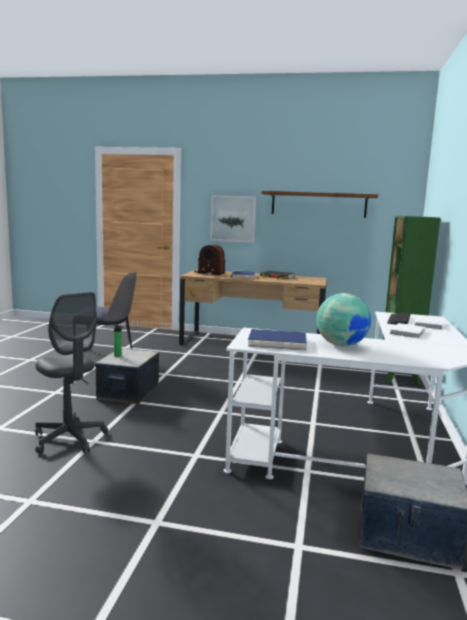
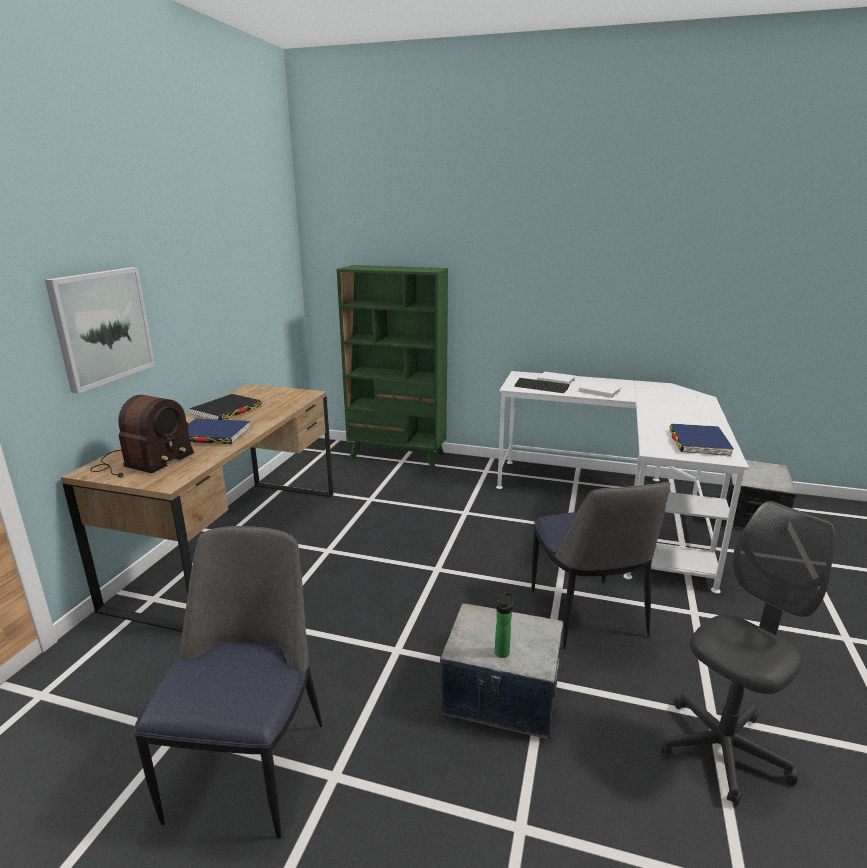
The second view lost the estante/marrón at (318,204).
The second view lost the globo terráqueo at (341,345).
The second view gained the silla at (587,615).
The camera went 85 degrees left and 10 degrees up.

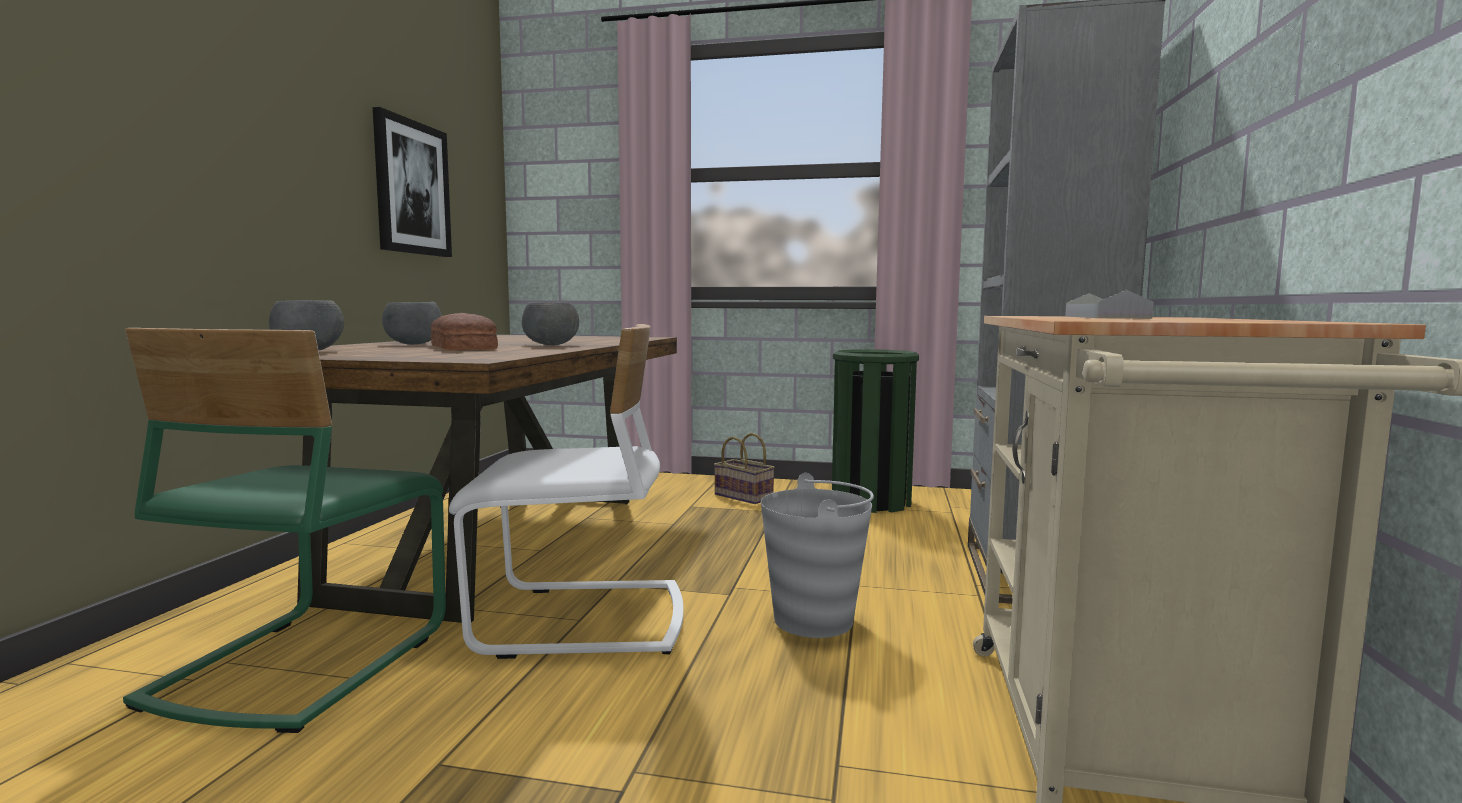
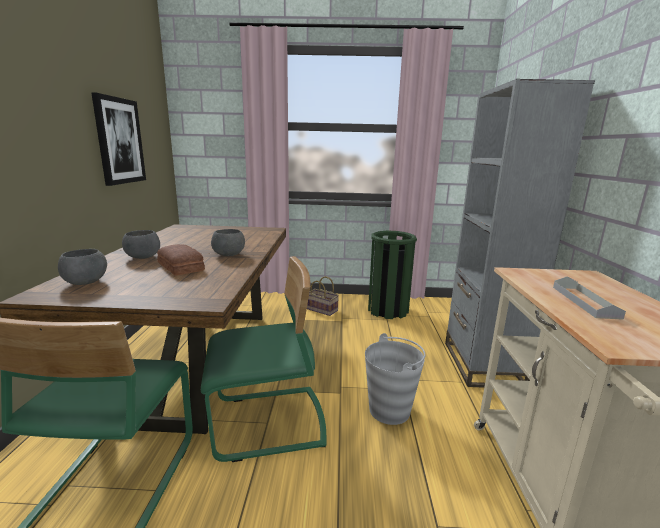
What was the silla/blanco at (581,620) turned into the silla/verde at (268,423).
The camera went 10 degrees left and 10 degrees up.

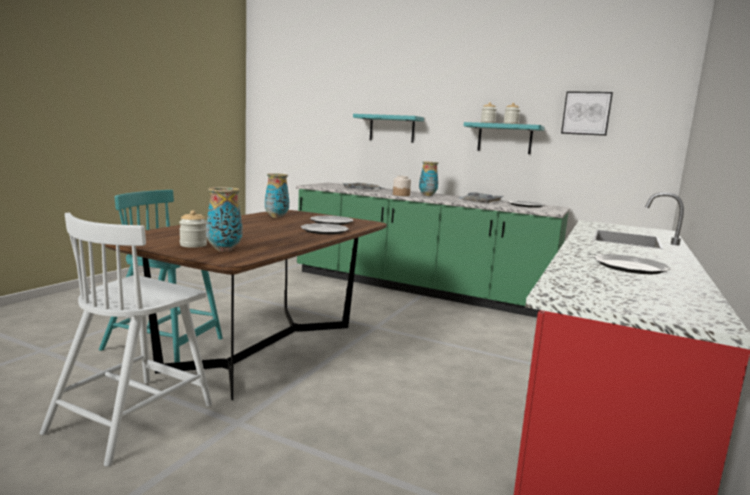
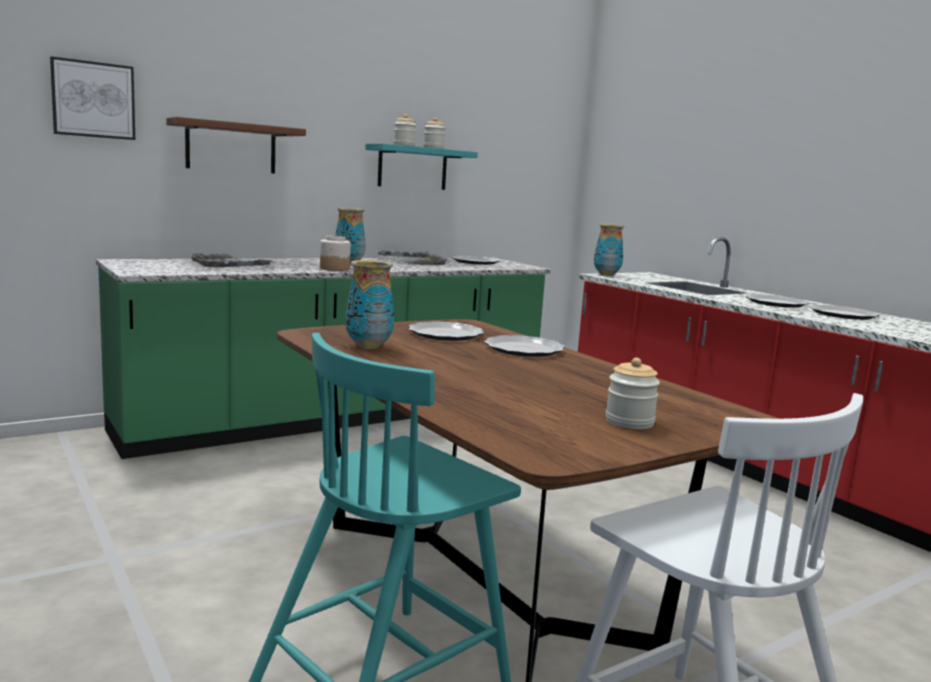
The florero ended up elsewhere, having gone from (224,250) to (606,275).
What was the estante/turquesa at (392,128) turned into the estante/marrón at (231,147).
The cuadro ended up elsewhere, having gone from (586,113) to (93,100).
The second view gained the plato at (775,303).
The camera went 60 degrees left and 0 degrees up.

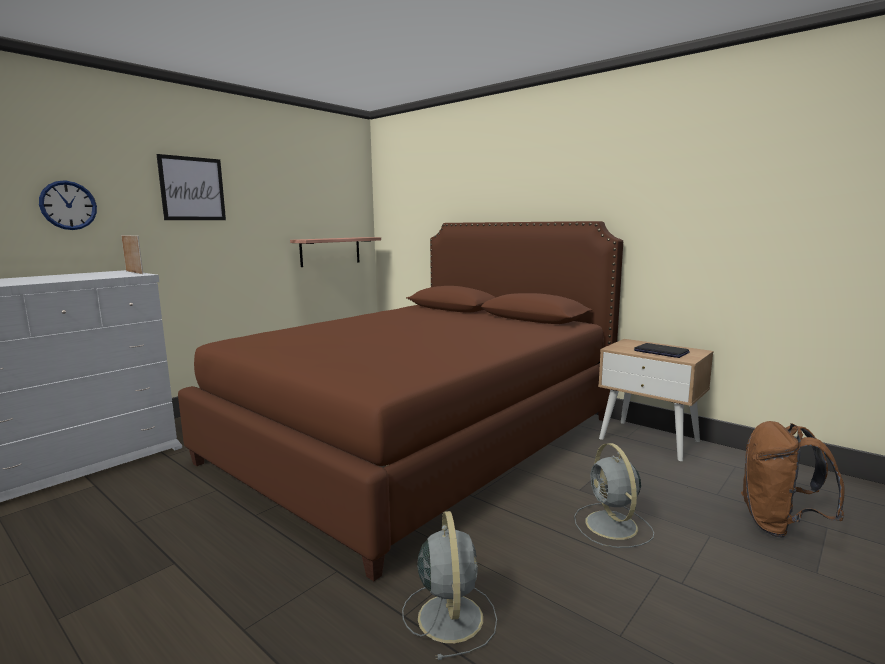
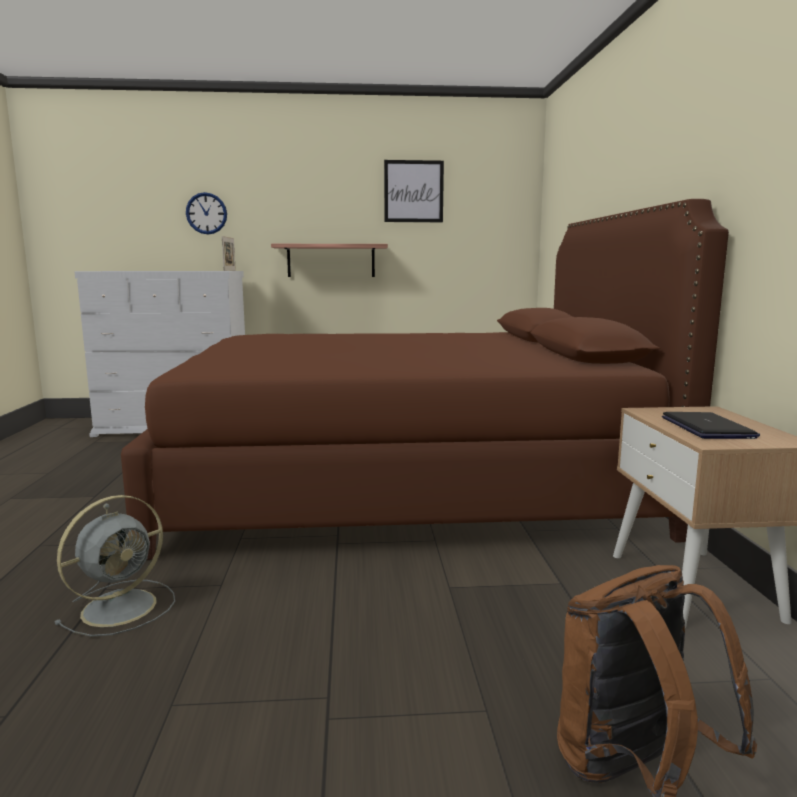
The cuadro ended up elsewhere, having gone from (192,189) to (413,191).
The estante ended up elsewhere, having gone from (330,251) to (331,261).
The second view lost the ventilador/gris at (612,526).
The camera went 45 degrees right and 0 degrees up.

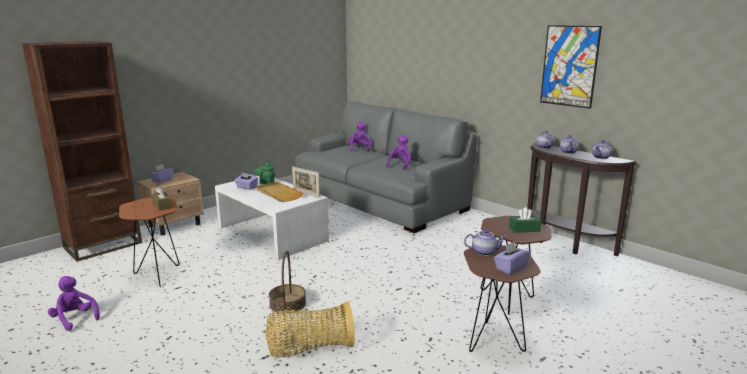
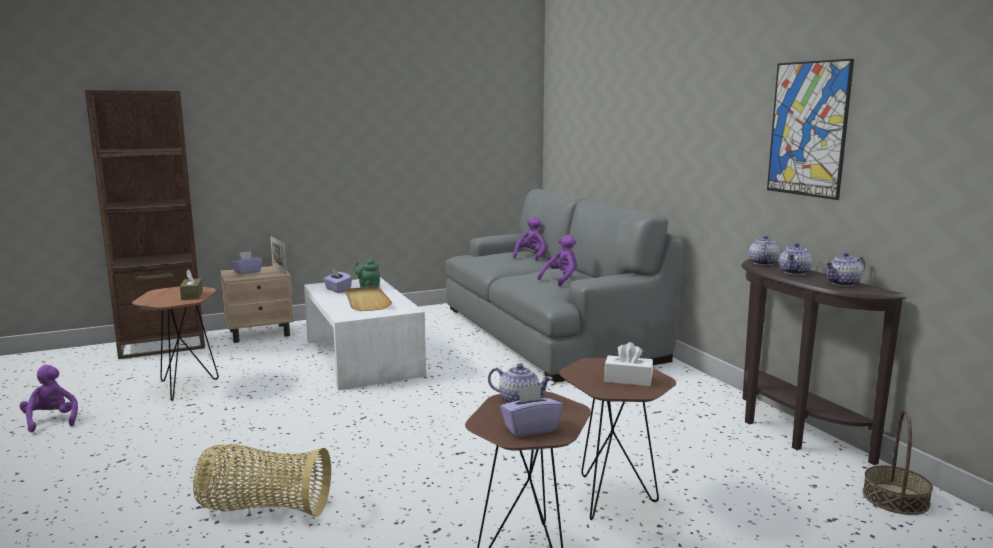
The cesta ended up elsewhere, having gone from (287,304) to (895,498).
The portarretratos ended up elsewhere, having gone from (306,194) to (279,270).
What was the caja de pañuelos/verde at (524,229) turned into the caja de pañuelos/blanco at (628,379).
The camera went 20 degrees right and 5 degrees down.

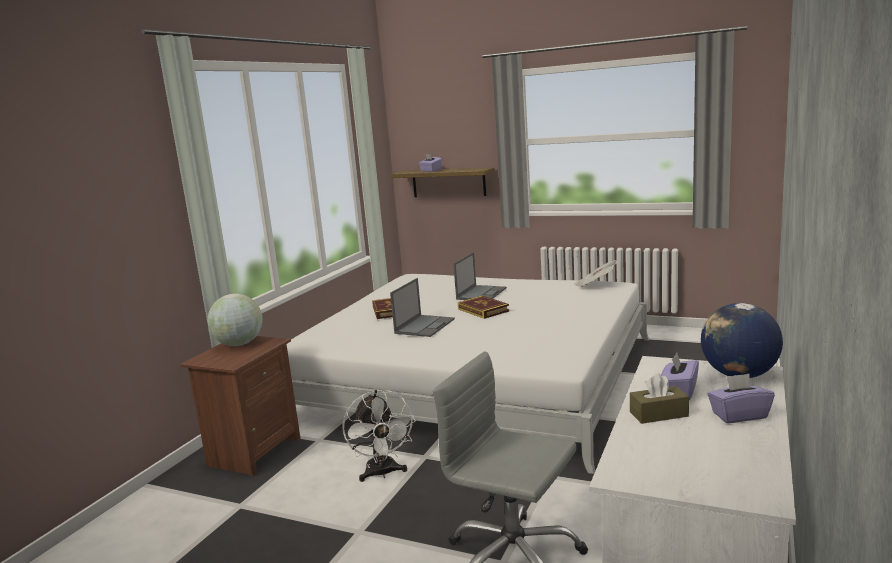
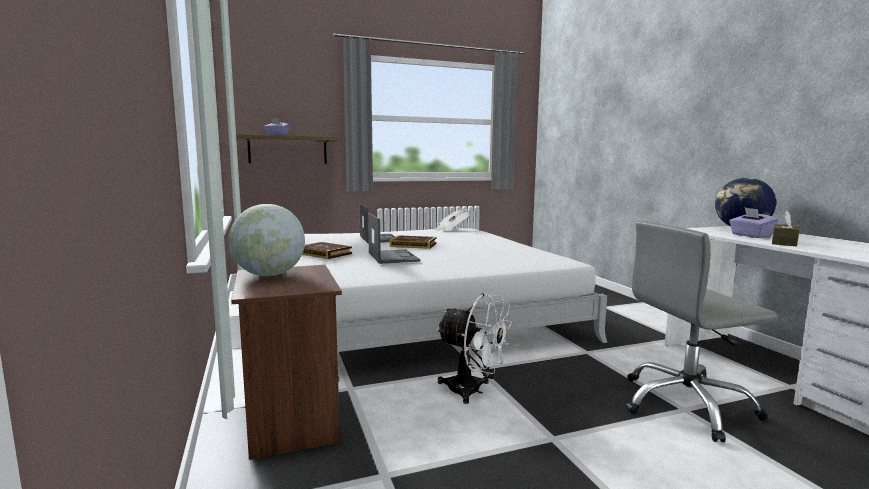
The second view lost the caja de pañuelos/morado at (739,415).
The camera went 45 degrees left and 5 degrees down.

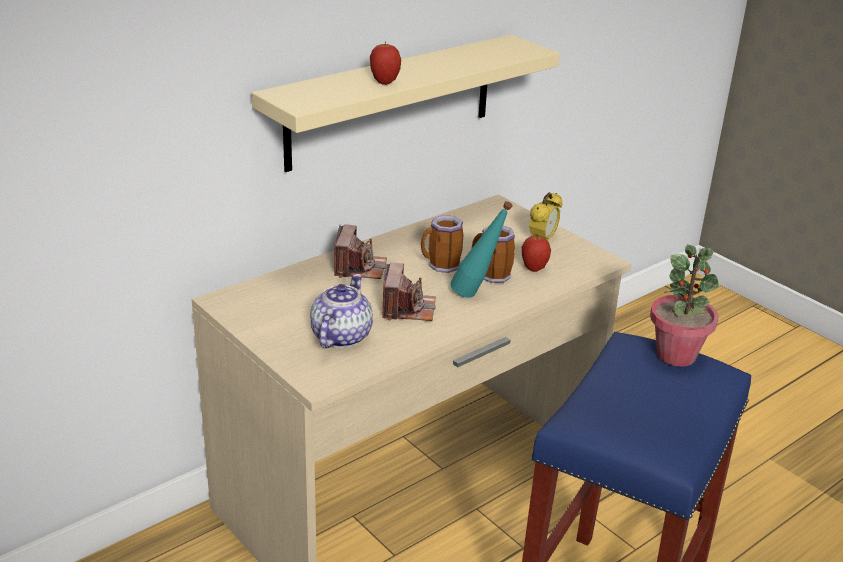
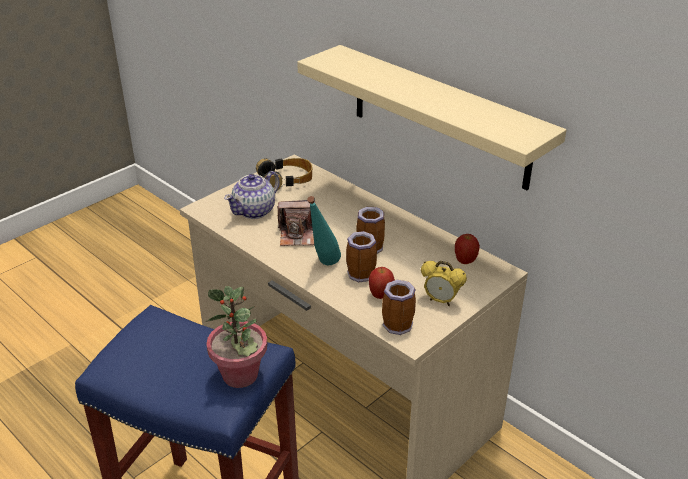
The tetera at (340,337) ended up facing another way, 120 degrees clockwise from before.
The second view lost the cámara at (359,268).
The manzana ended up elsewhere, having gone from (384,82) to (465,261).
The second view gained the auriculares at (286,179).
The second view gained the taza grande at (395,323).
The camera went 85 degrees right and 5 degrees up.

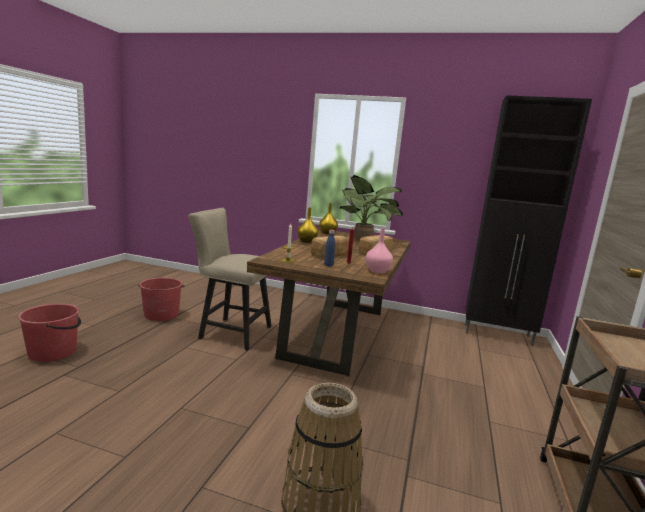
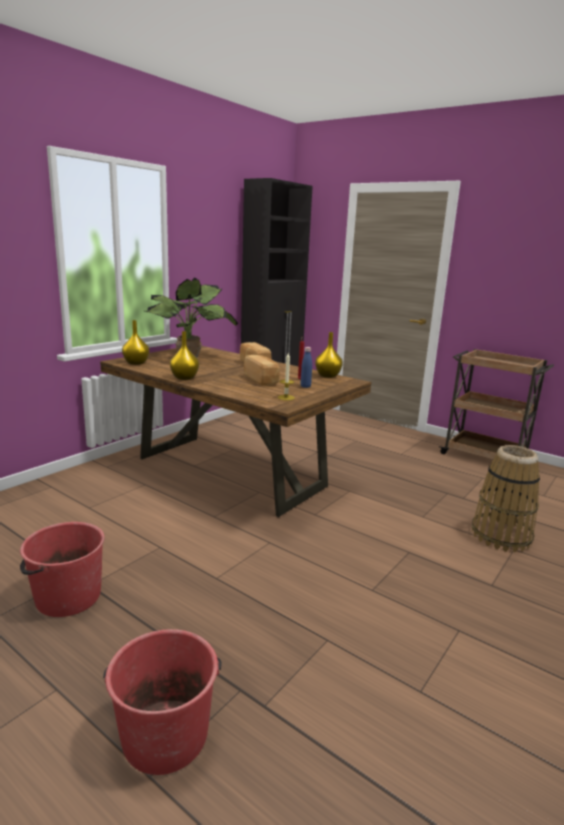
The second view lost the silla/beis at (230,332).
What was the florero/rosa at (377,271) turned into the florero/amarillo at (327,376).
The camera went 70 degrees left and 5 degrees up.

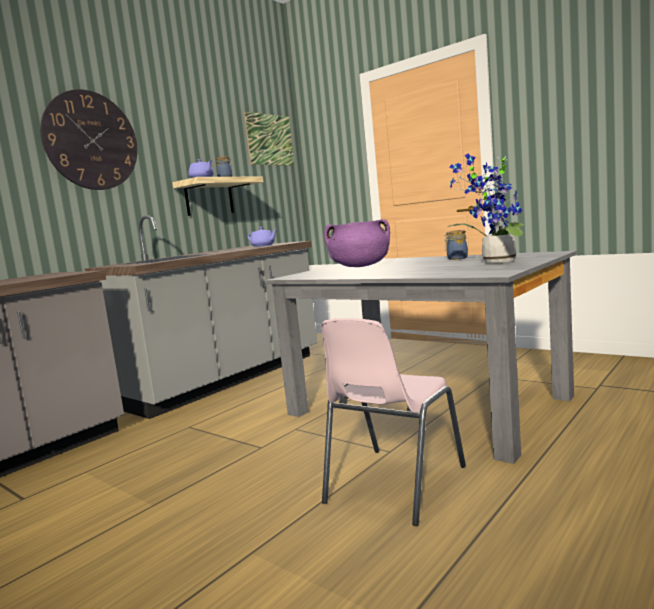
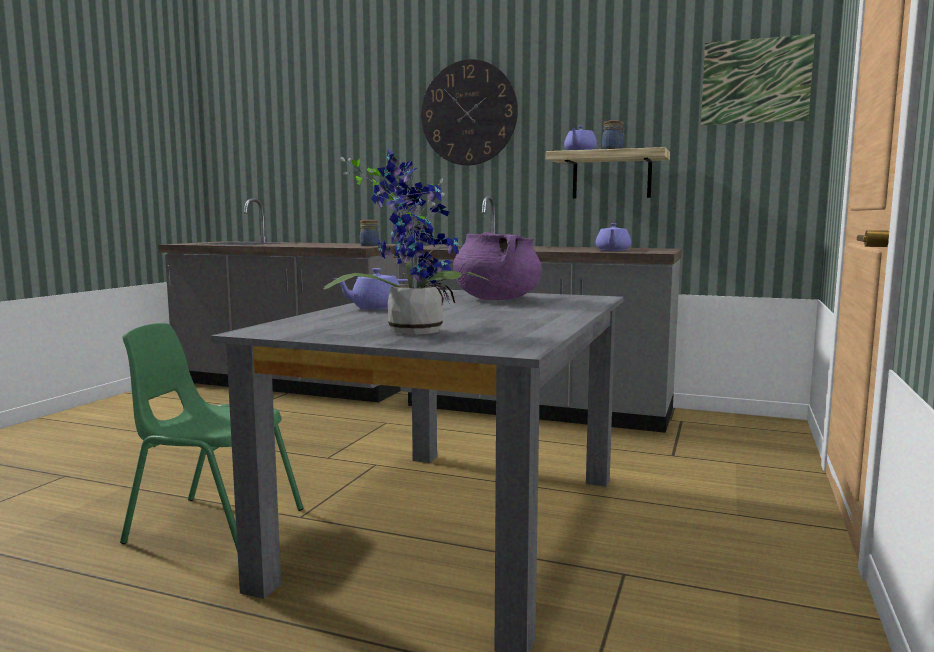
What was the silla/rosa at (393,485) turned into the silla/verde at (213,526).
The tarro ended up elsewhere, having gone from (456,258) to (369,245).
The second view gained the tetera/morado at (375,308).
The camera went 70 degrees right and 0 degrees up.

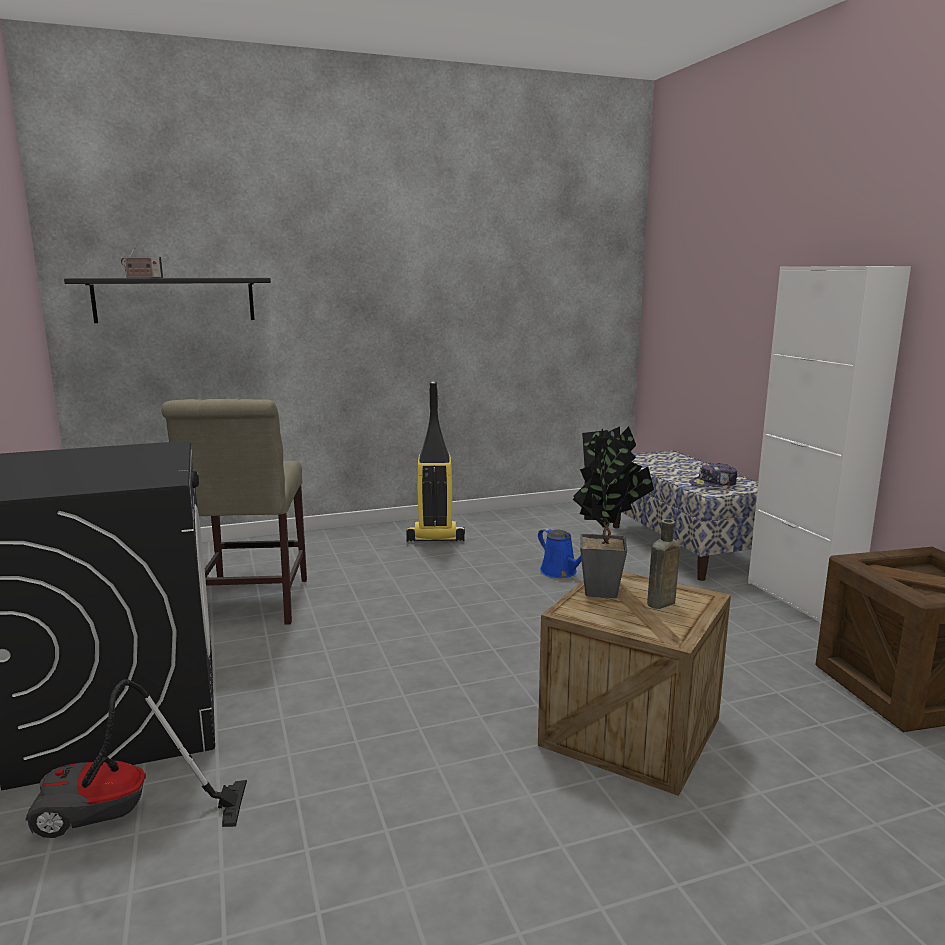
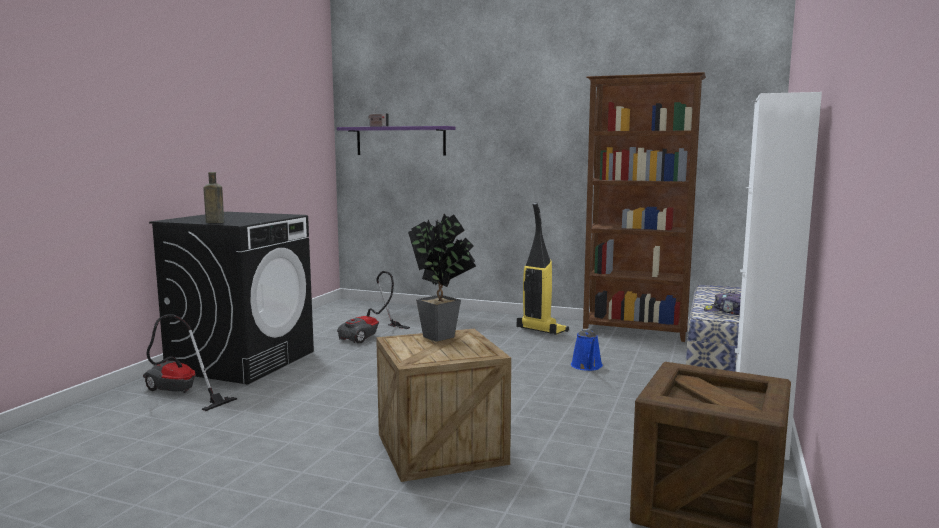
What was the estante/negro at (174,299) turned into the estante/morado at (400,141).
Where the silla/beis stood at (250,605), the aspiradora came to stand at (371,336).
The botella/marrón ended up elsewhere, having gone from (659,604) to (213,222).
The second view gained the estantería/marrón at (635,332).
The camera went 40 degrees right and 5 degrees down.

